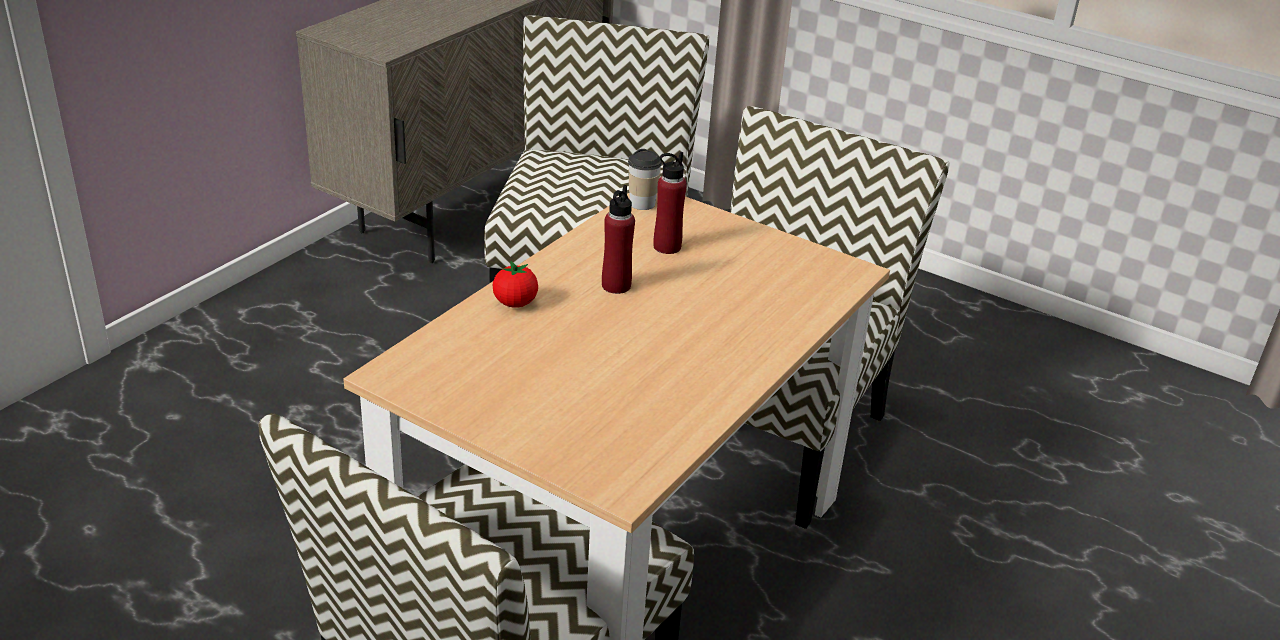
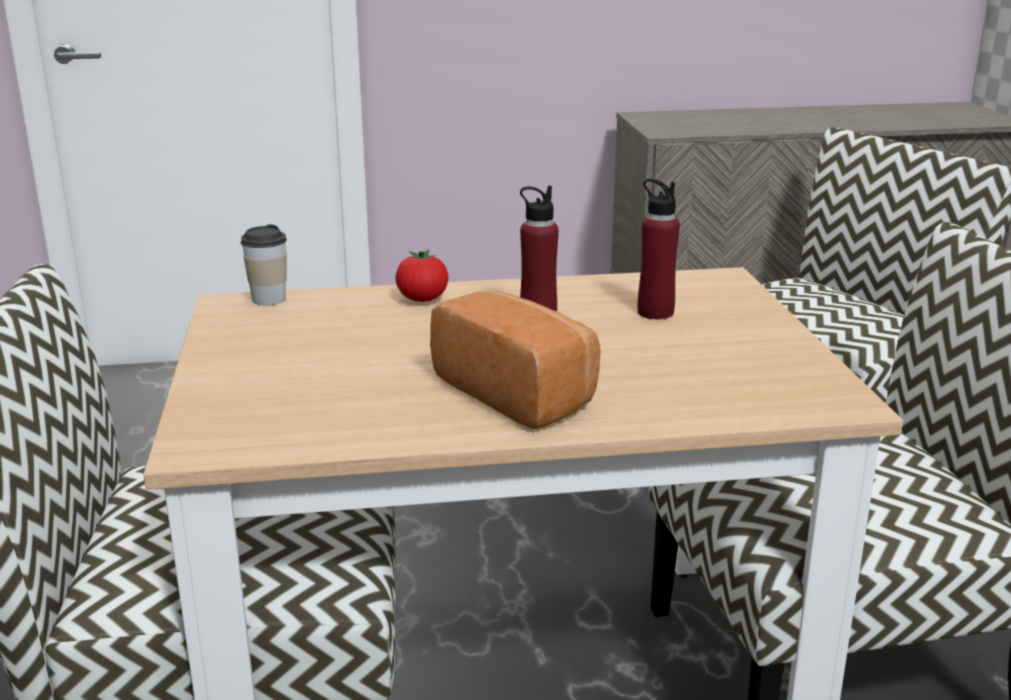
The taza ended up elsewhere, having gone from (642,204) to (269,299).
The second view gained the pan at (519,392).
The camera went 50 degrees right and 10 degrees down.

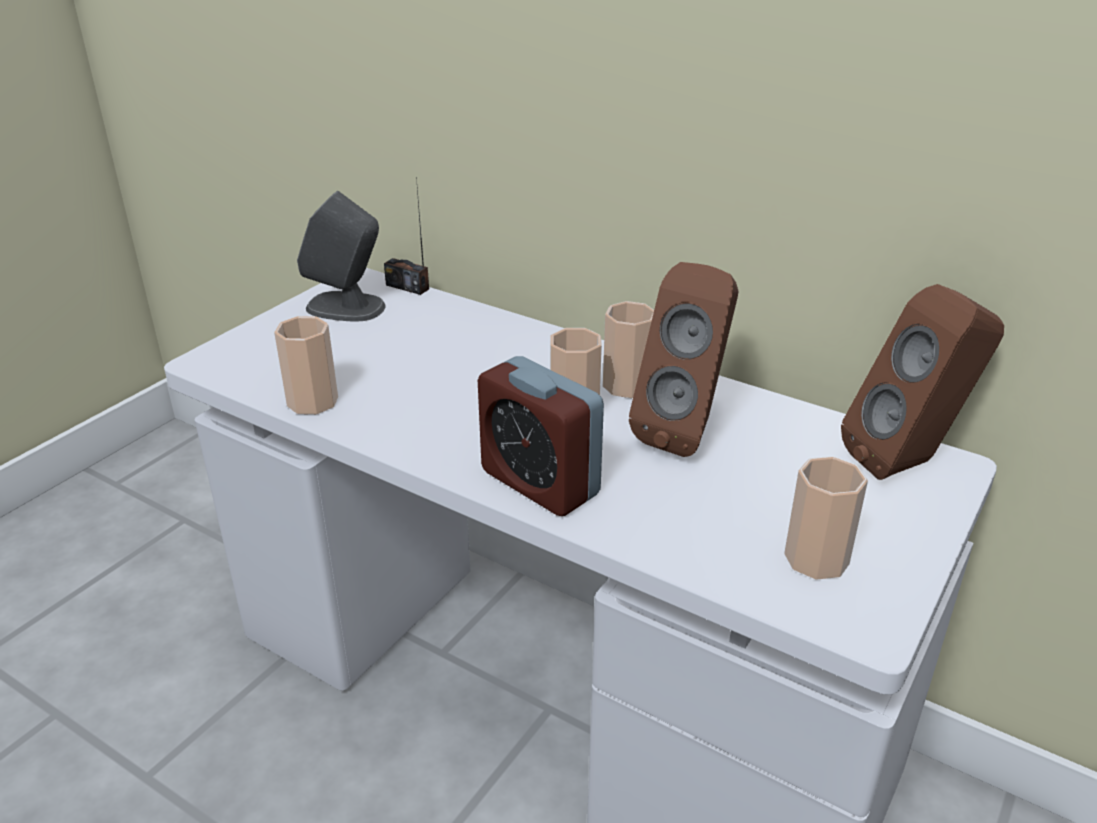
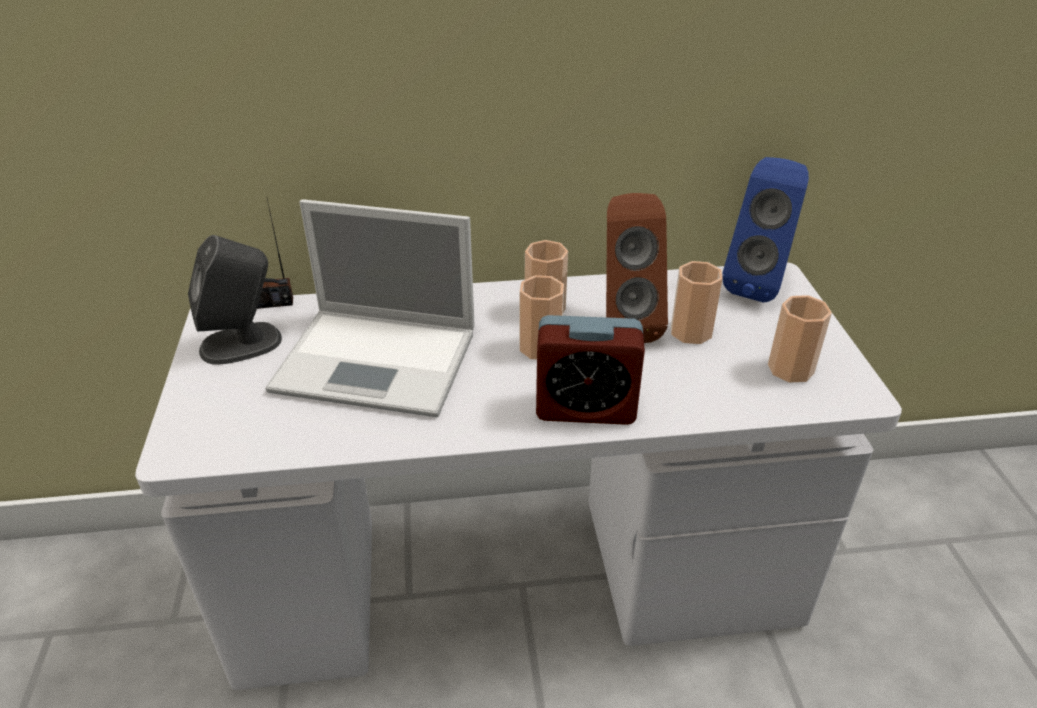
The taza ended up elsewhere, having gone from (312,401) to (691,332).
What was the altavoz/marrón at (908,463) turned into the altavoz/azul at (757,284).
The second view gained the portátil at (380,361).
The camera went 40 degrees left and 5 degrees up.

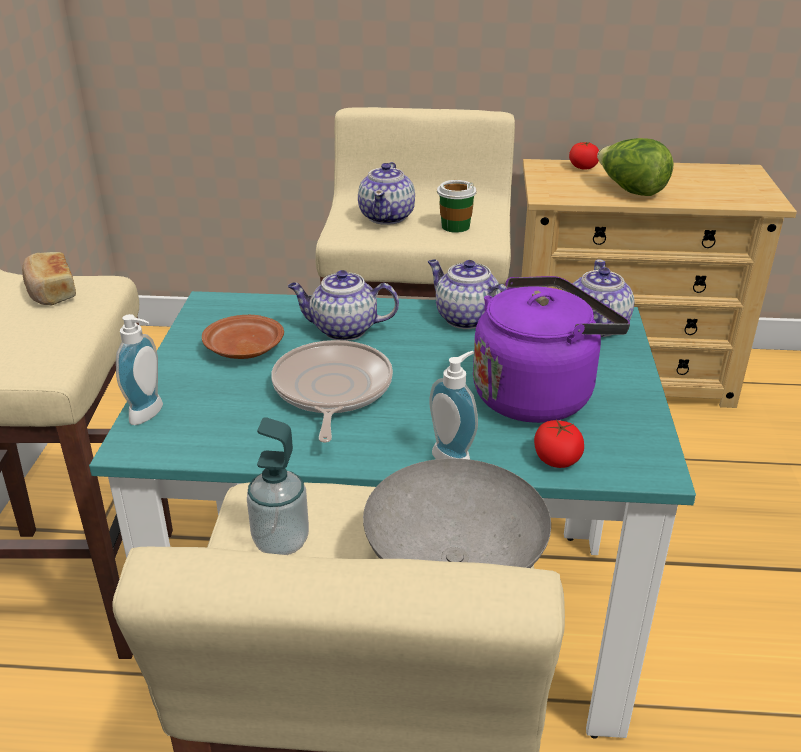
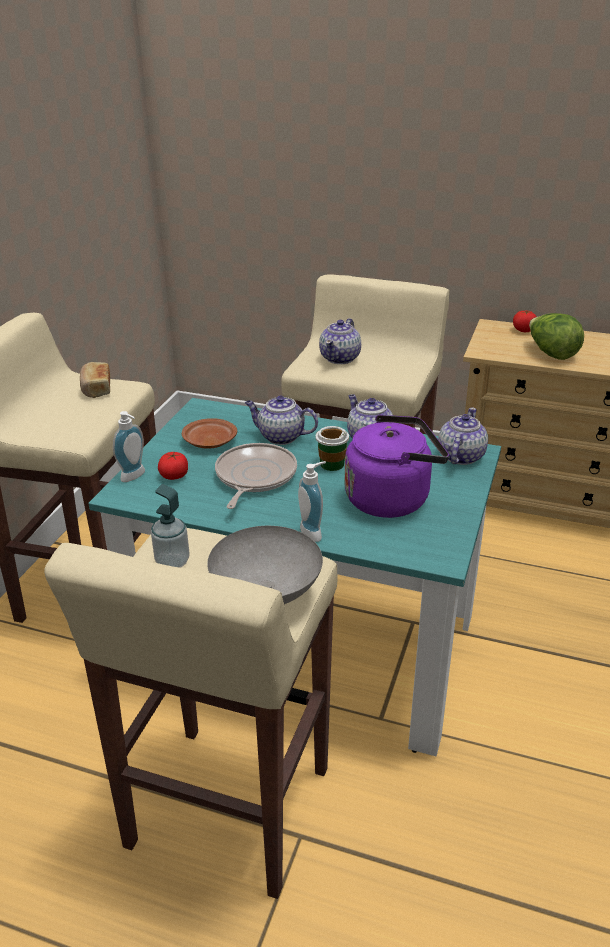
The taza ended up elsewhere, having gone from (455,226) to (332,464).
The tomate ended up elsewhere, having gone from (557,458) to (174,475).
The camera went 15 degrees right and 0 degrees up.

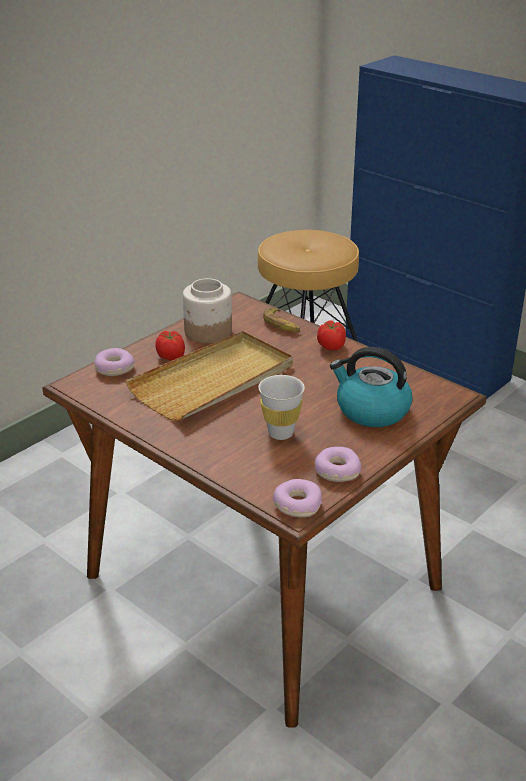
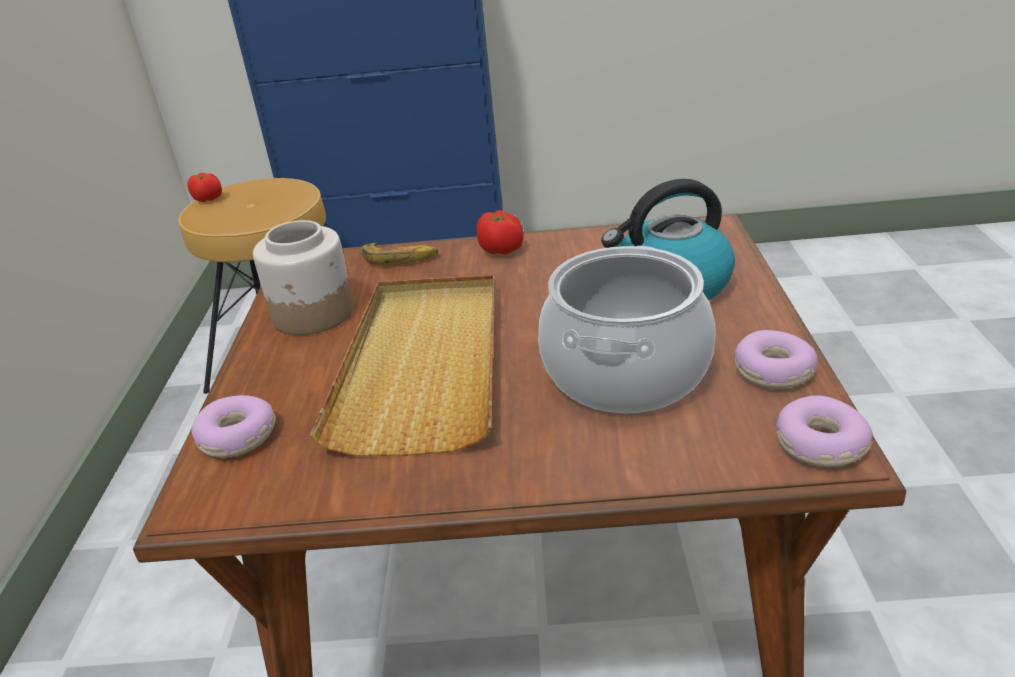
The tomate ended up elsewhere, having gone from (171,356) to (208,199).
Where the taza/blanco stood at (280,433), the olla came to stand at (627,372).
The camera went 40 degrees left and 0 degrees up.

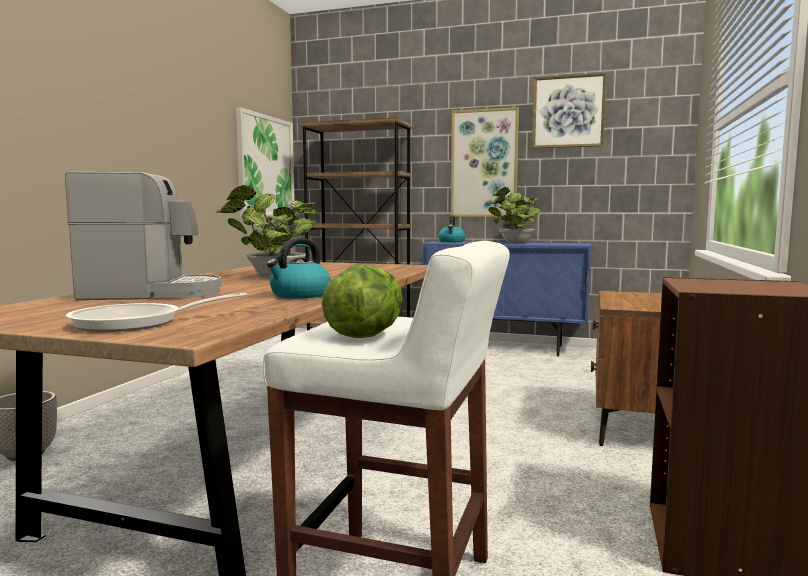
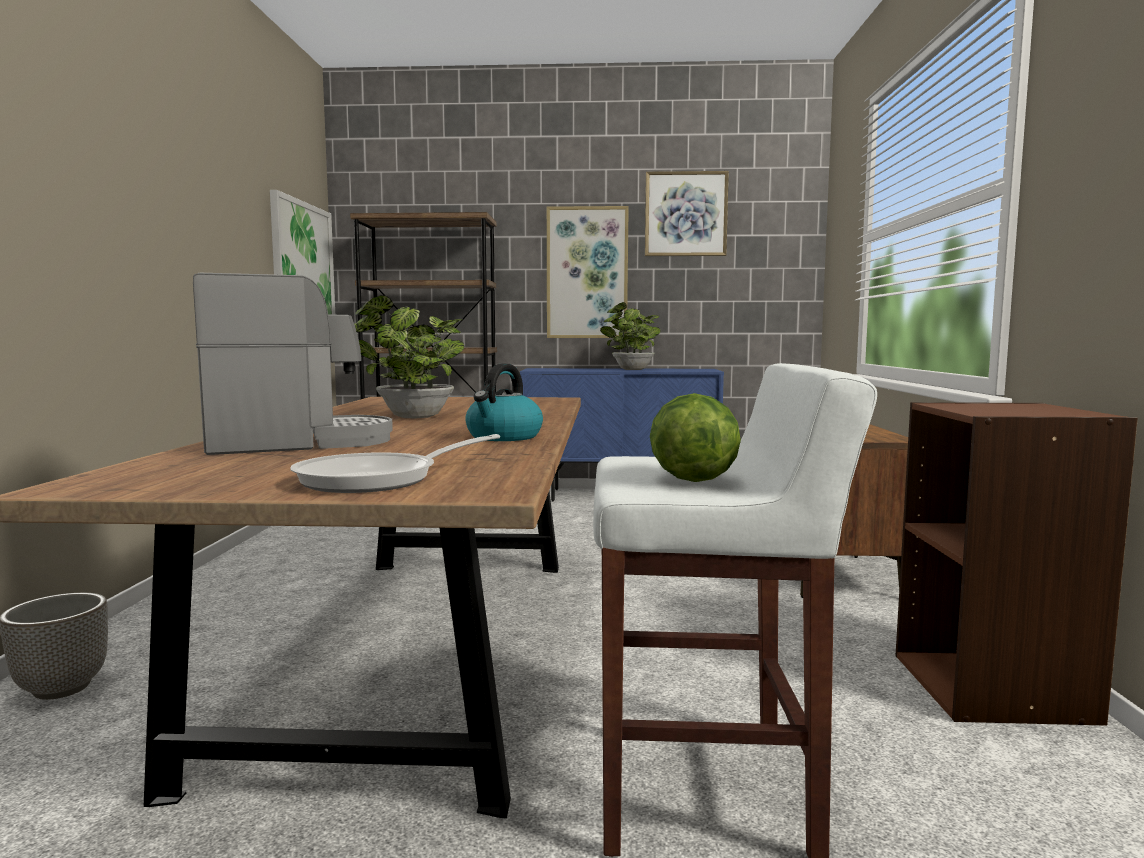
The second view lost the hervidor at (451,241).
The camera went 15 degrees left and 0 degrees up.

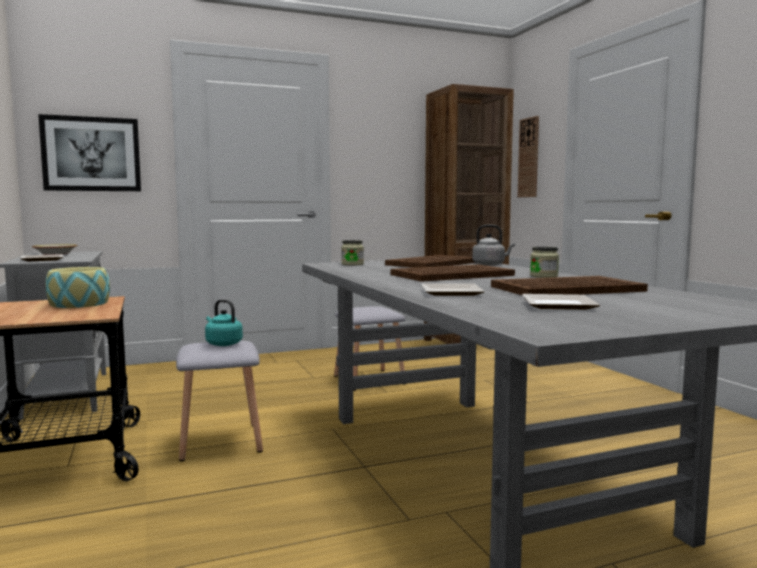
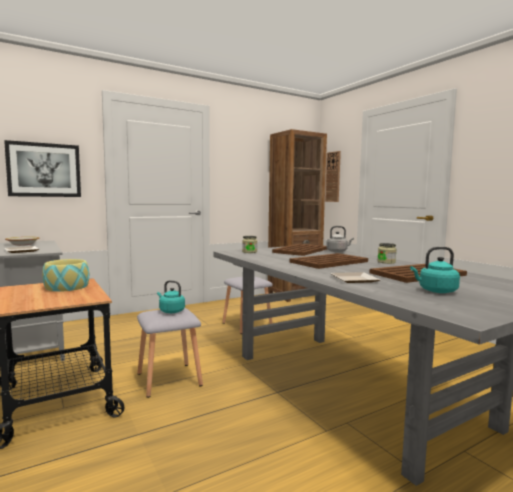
Where the plato stood at (556,306), the hervidor/turquesa came to stand at (435,291).
The camera went 10 degrees left and 0 degrees up.

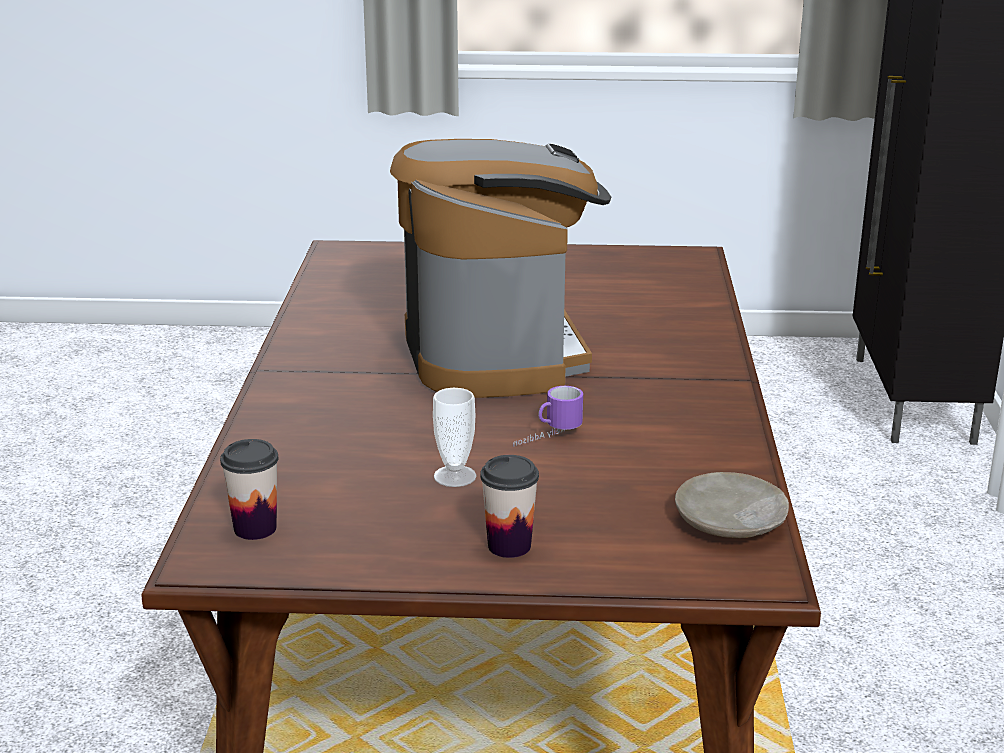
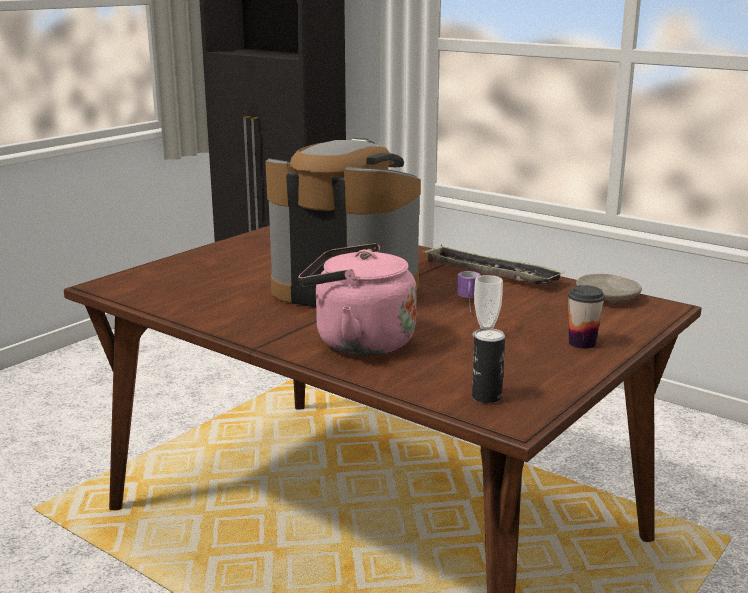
Where the taza stood at (255,528), the lata came to stand at (486,397).
The second view gained the hervidor/rosa at (358,342).
The second view gained the bandeja at (490,273).
The camera went 55 degrees left and 5 degrees down.

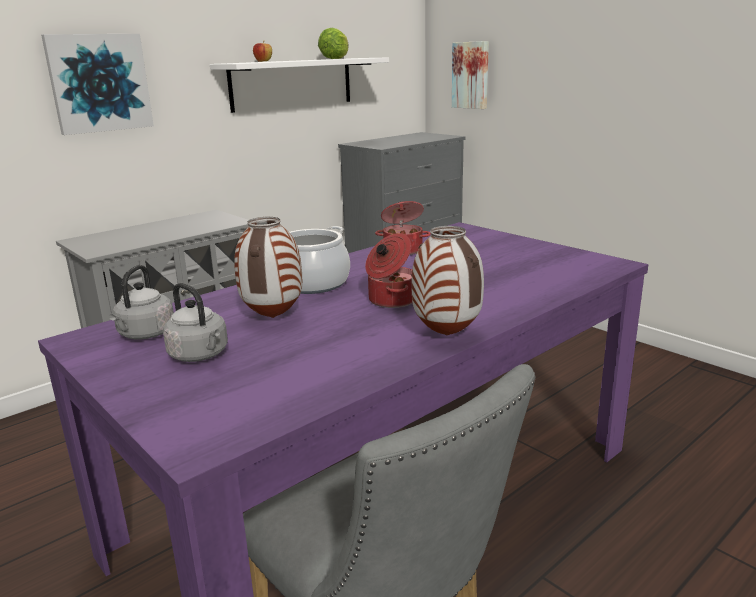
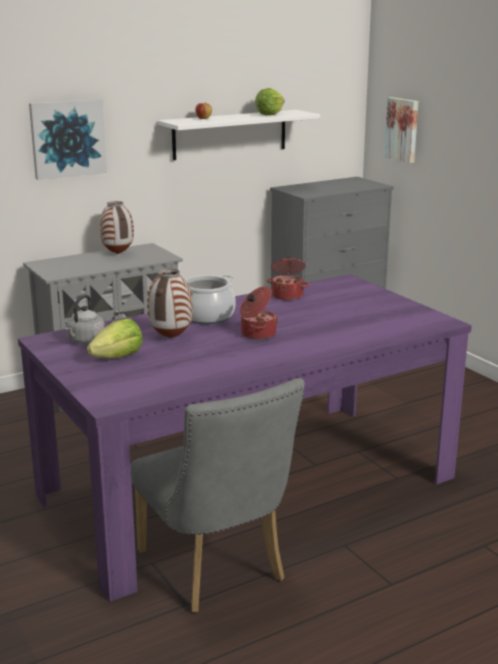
Where the hervidor/gris stood at (200,355), the lechuga came to stand at (118,357).
The florero ended up elsewhere, having gone from (448,335) to (118,254).
The camera went 10 degrees right and 0 degrees up.

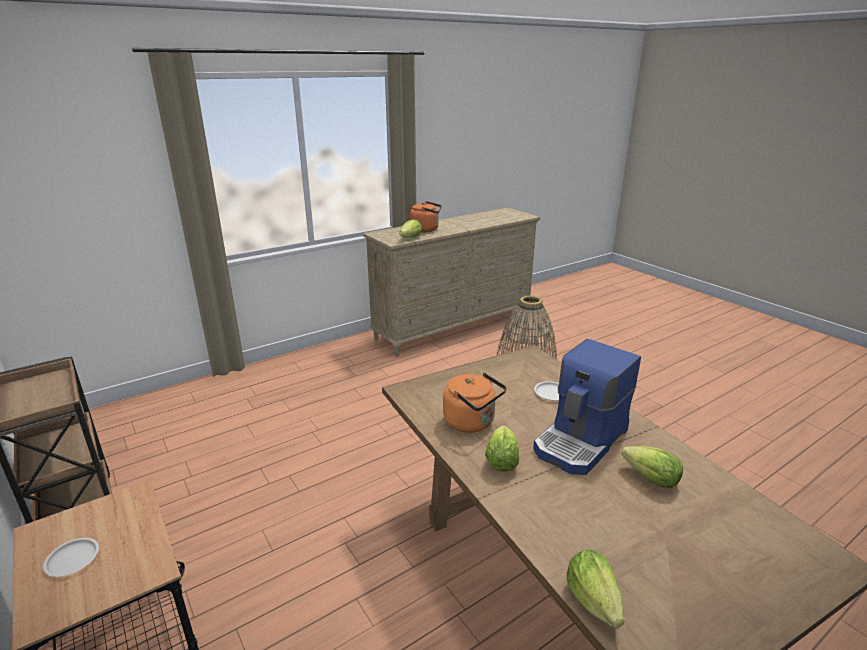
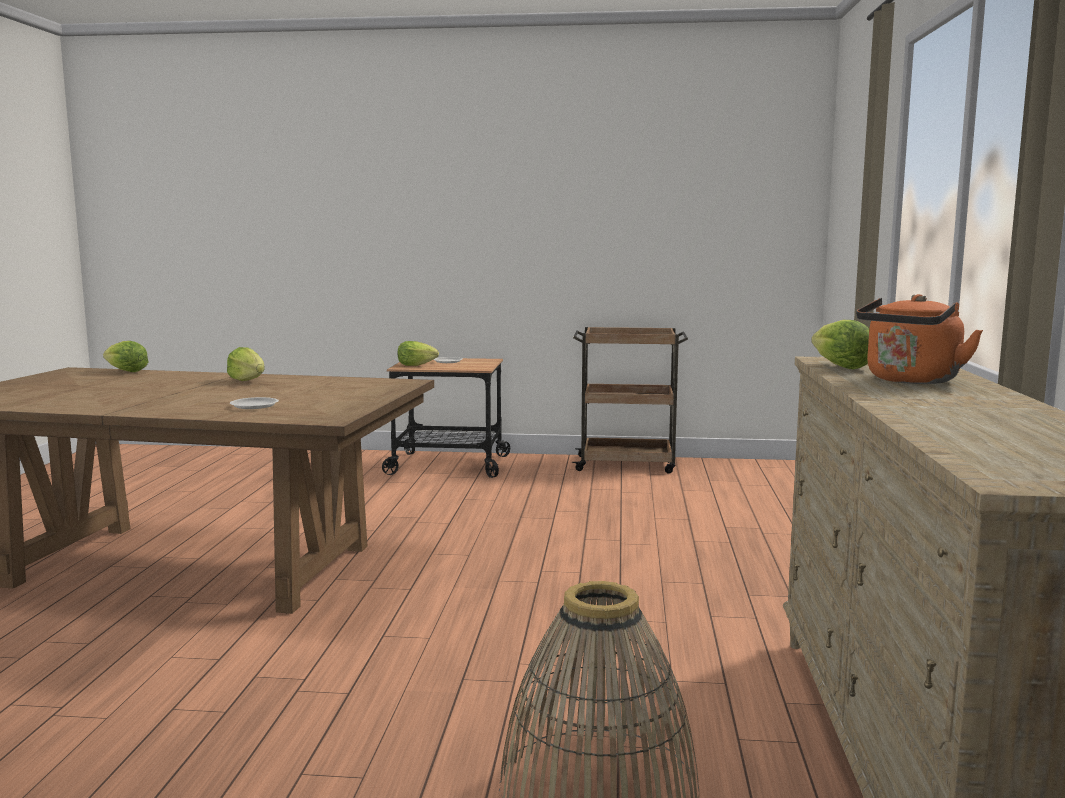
The second view lost the hervidor/naranja at (472,422).
The second view lost the cafetera at (581,441).
The lechuga ended up elsewhere, having gone from (651,479) to (415,365).
The camera went 130 degrees right and 15 degrees down.

